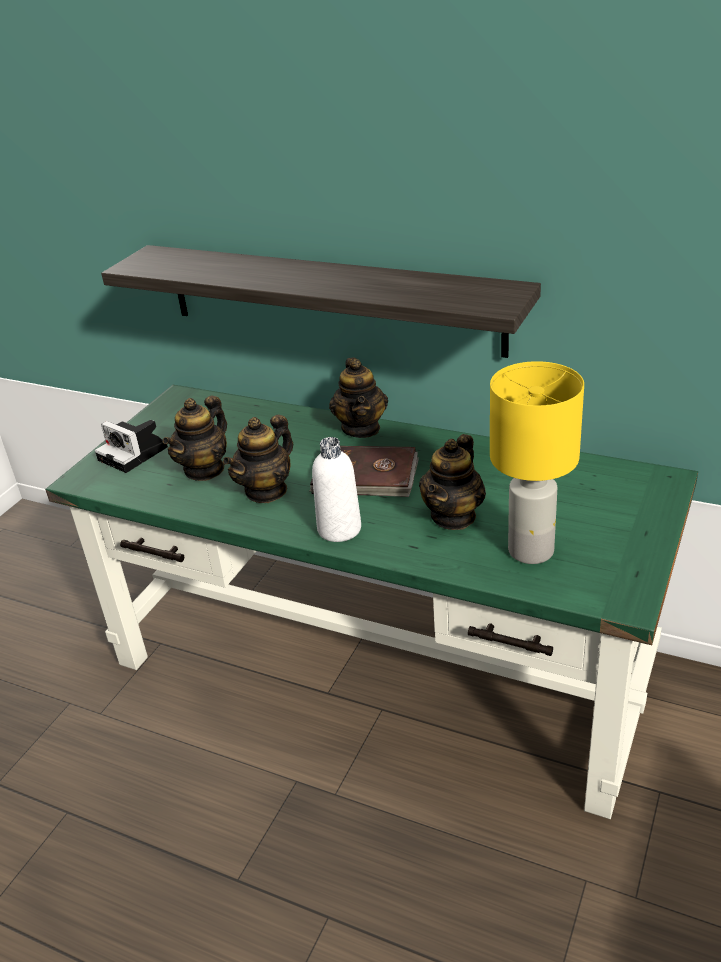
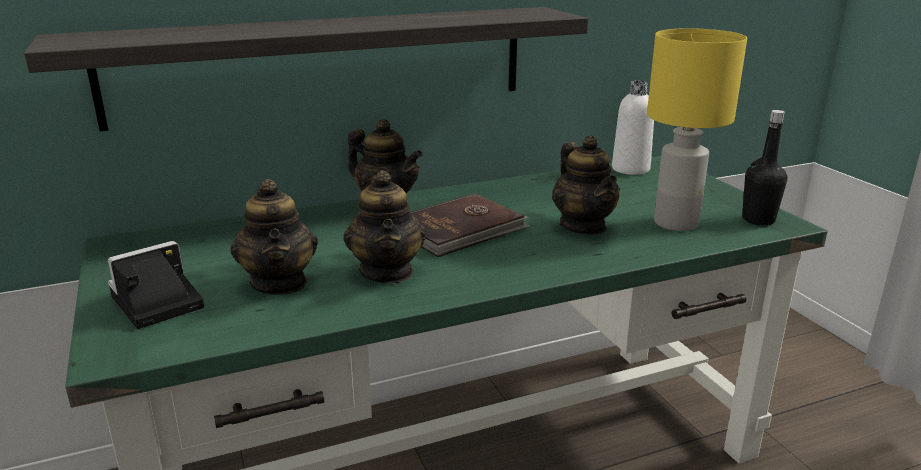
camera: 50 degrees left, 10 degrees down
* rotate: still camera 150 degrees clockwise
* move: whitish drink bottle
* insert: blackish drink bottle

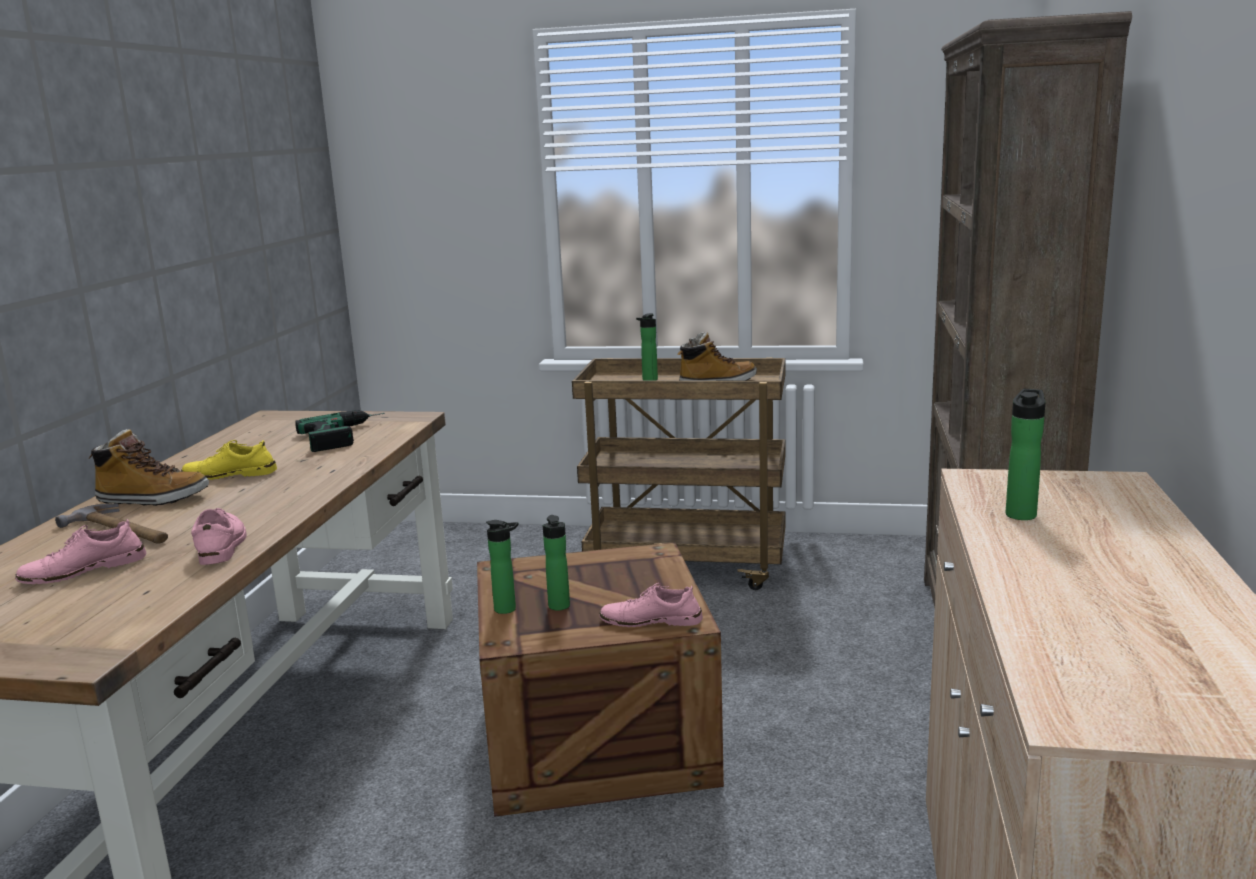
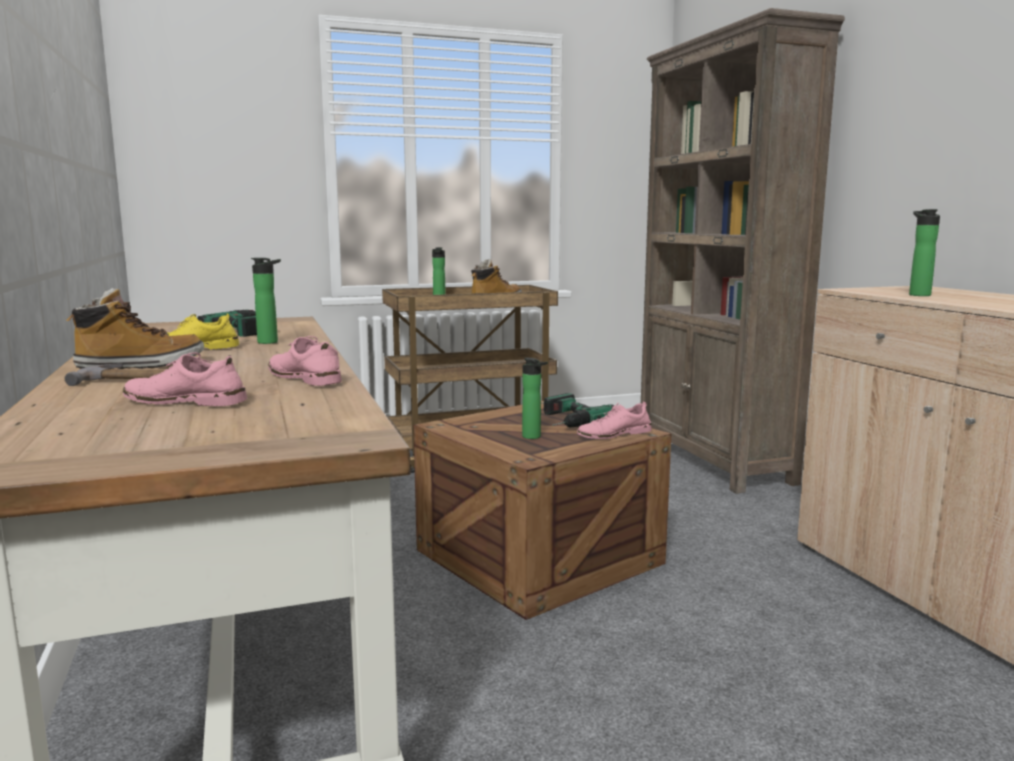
camera: 30 degrees left, 5 degrees down
* rotate: pinkish shoe (1st from left) 75 degrees clockwise
* move: drink bottle (1st from left)
* insert: electric drill (2nd from left)

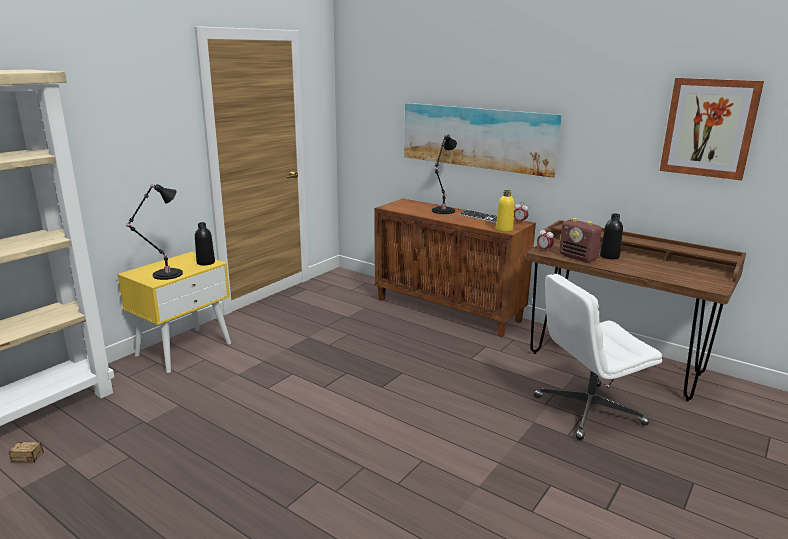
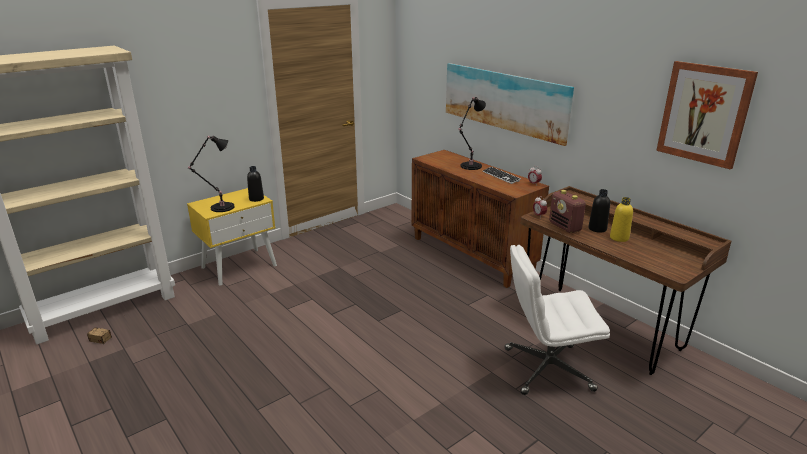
camera: 15 degrees right, 5 degrees up
* move: yellow drink bottle

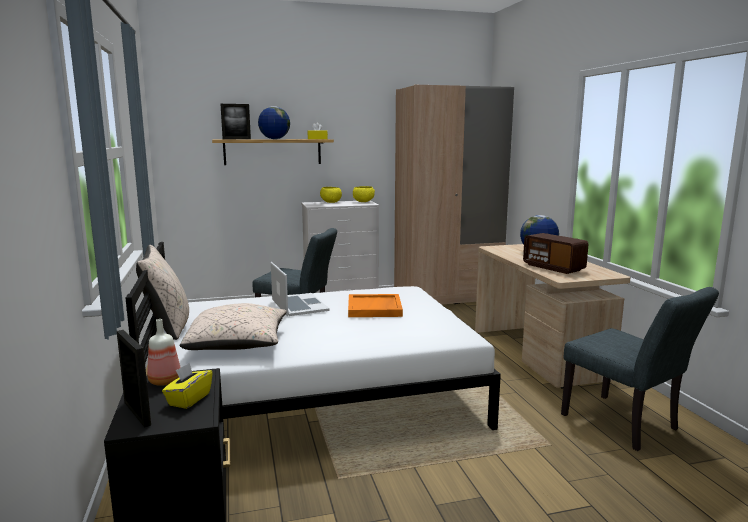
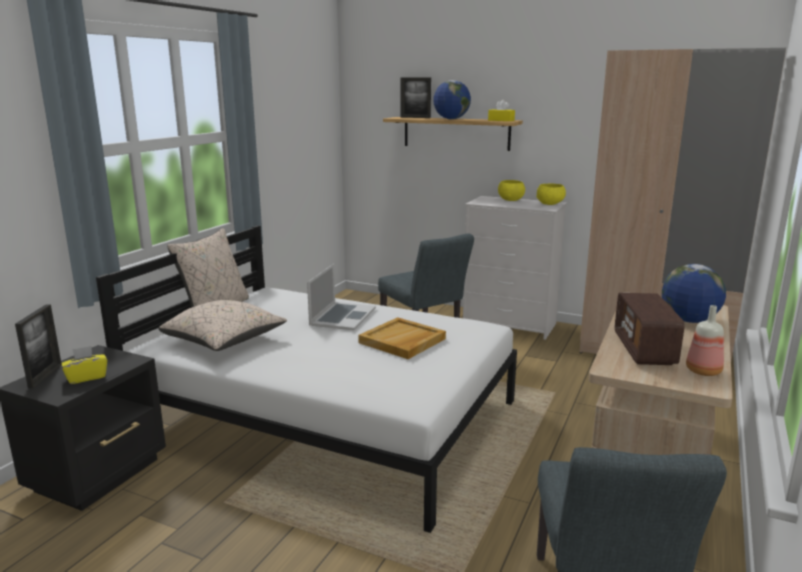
camera: 40 degrees right, 5 degrees up
* move: drink bottle
* recolor: orangey carrying tray to beige-coloured carrying tray

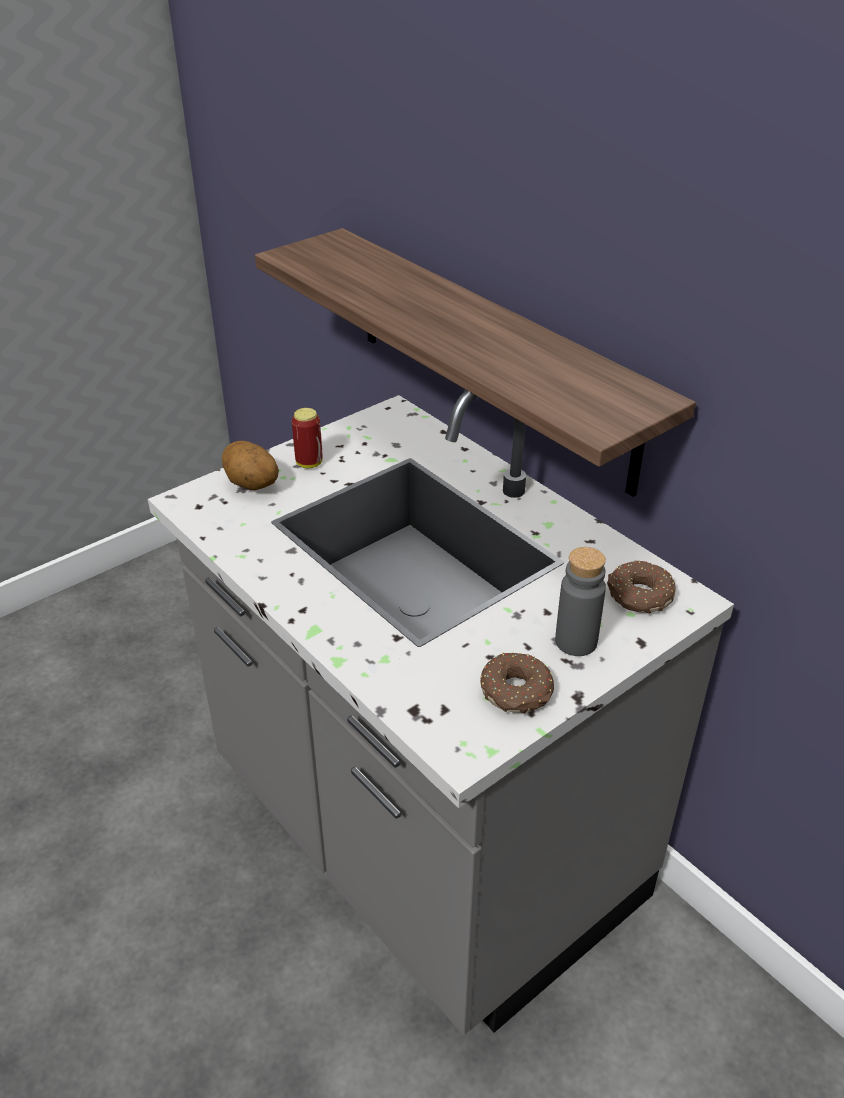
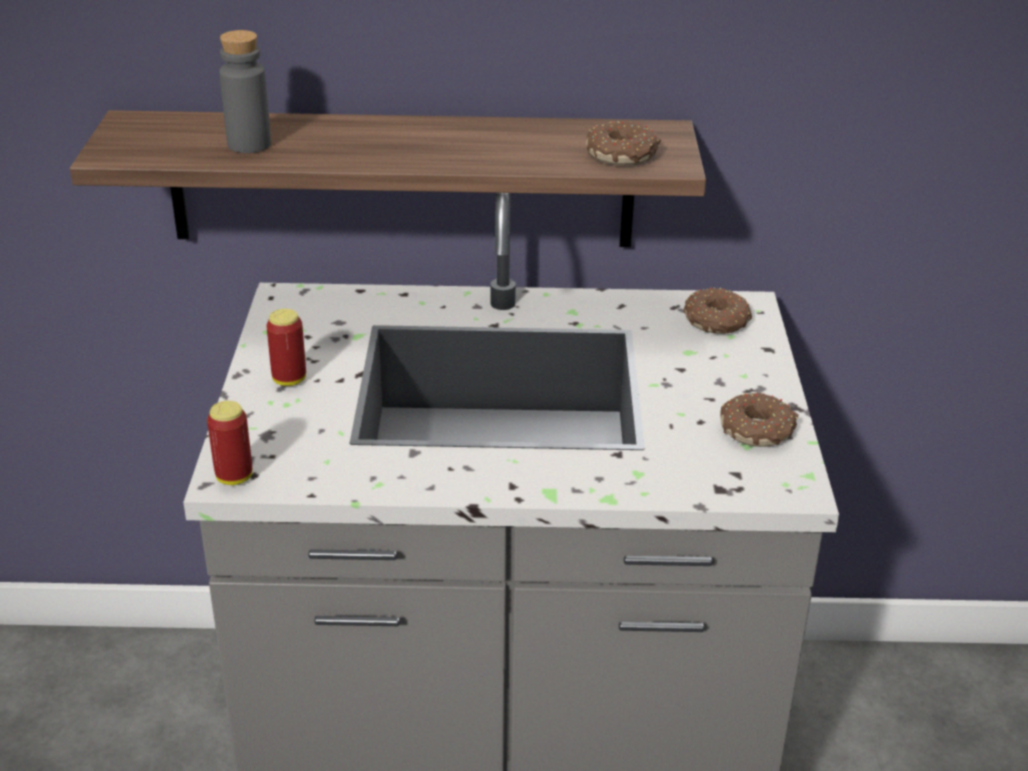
camera: 50 degrees left, 5 degrees down
* delete: whole potato
* move: gray drink bottle
* insert: metal can (1st from left)
* insert: ring doughnut (1st from left)

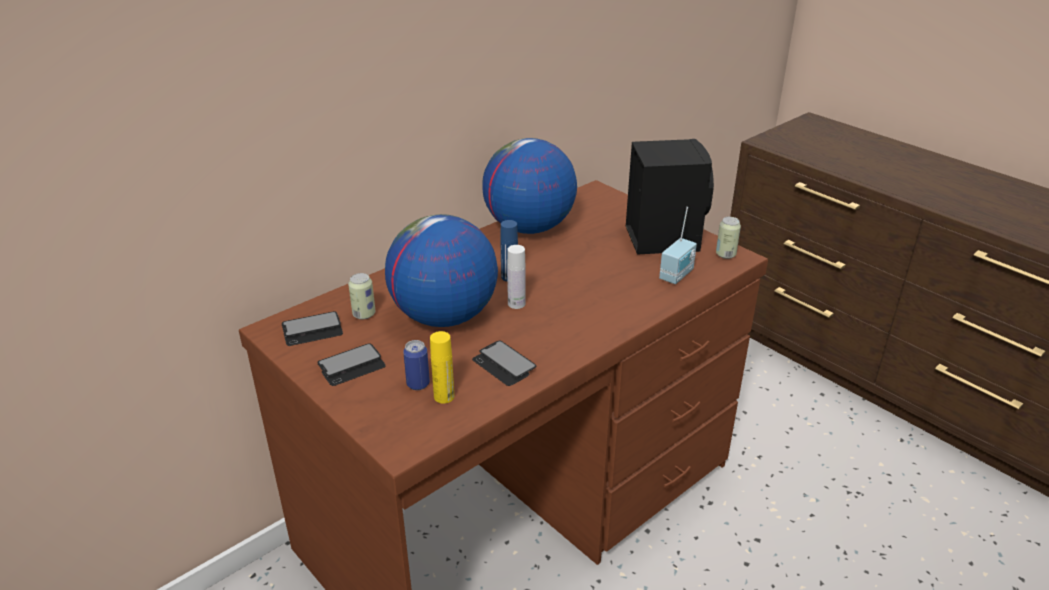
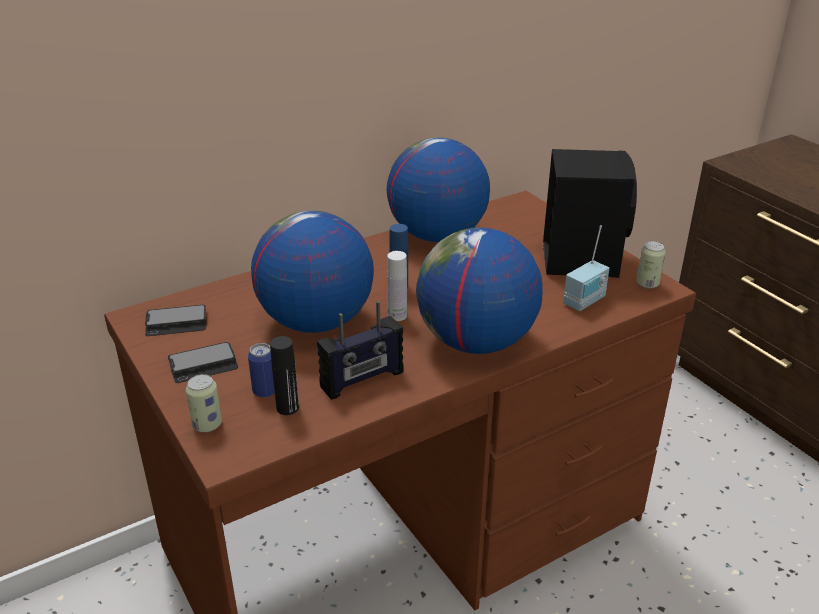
camera: 10 degrees right, 0 degrees up
* move: metal can (1st from left)
* recolor: yellow drink bottle to blackish drink bottle
* replace: phone (3rd from left) to radio set (1st from left)
* insert: globe (3rd from left)

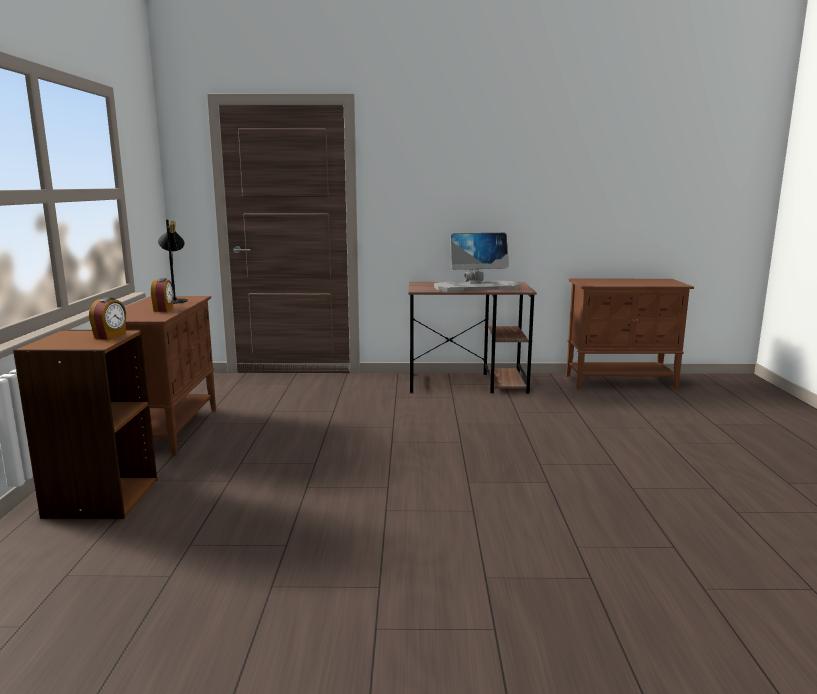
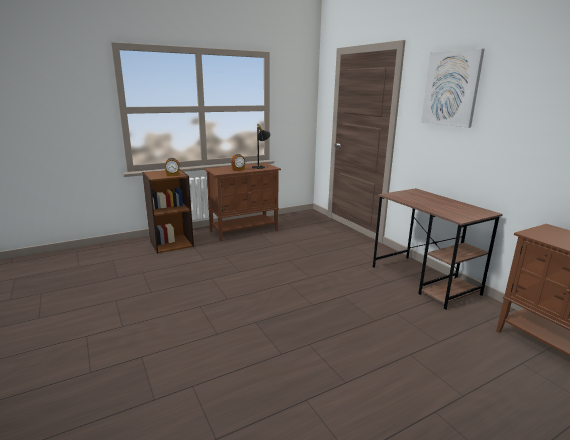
camera: 60 degrees right, 5 degrees up
* delete: computer display
* insert: wall picture

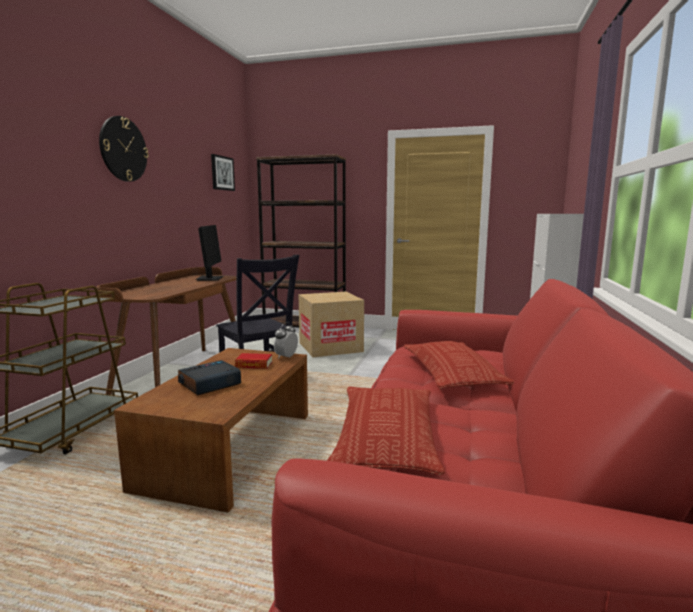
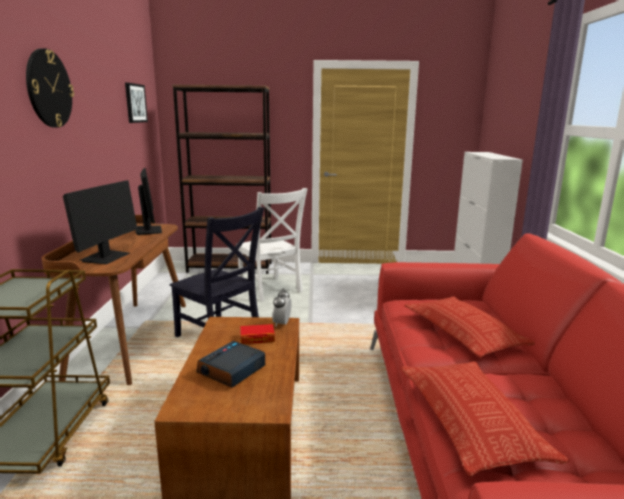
camera: 15 degrees left, 5 degrees up
* replace: cardboard box to whitish upright chair
* insert: computer display (1st from left)

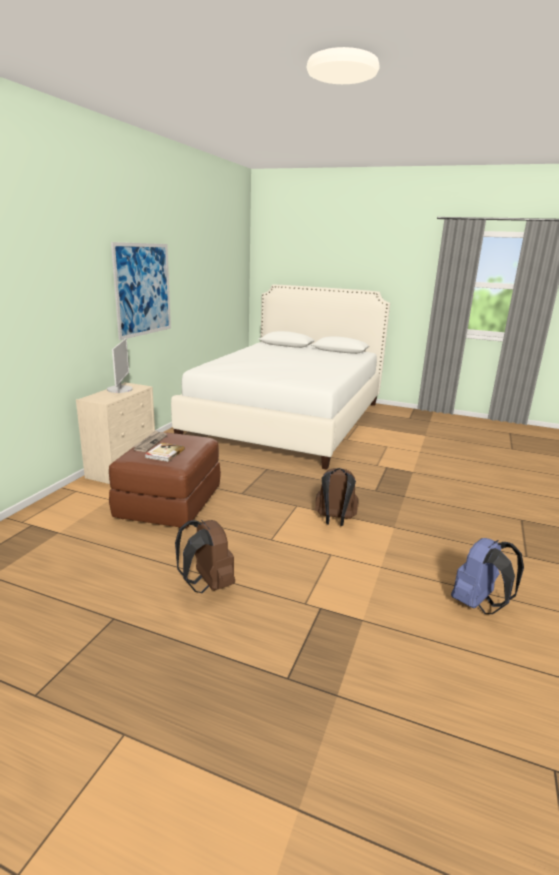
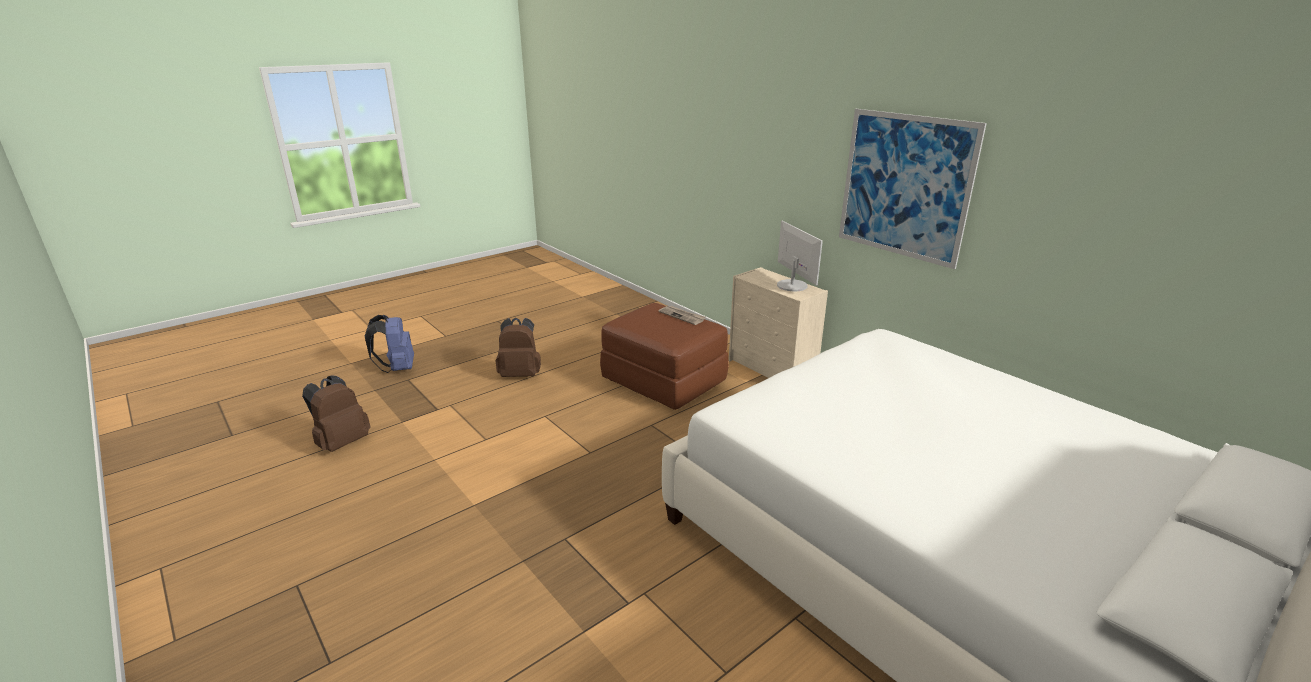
camera: 120 degrees right, 5 degrees up
* rotate: computer display 135 degrees counterclockwise
* delete: book
* move: brown-coloured knapsack (2nd from left in the first image) to brown-coloured knapsack (1st from left)
* move: blue knapsack

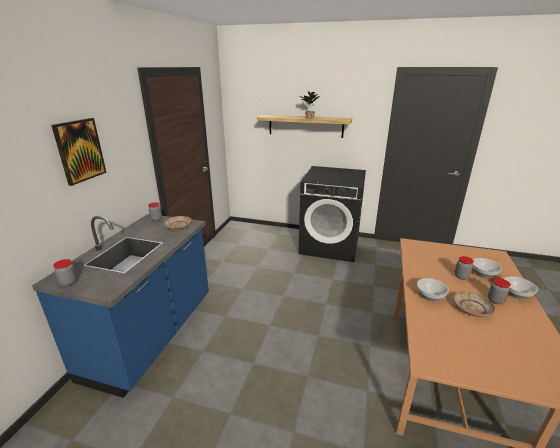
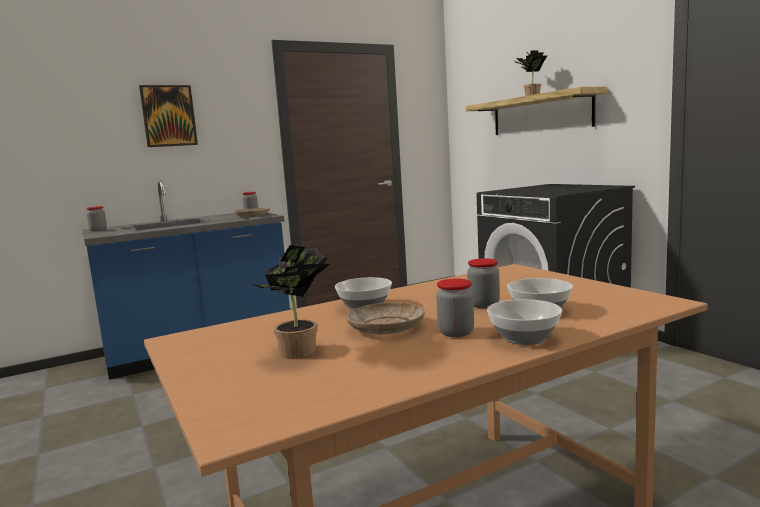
camera: 45 degrees right, 15 degrees down
* insert: houseplant (1st from left)

